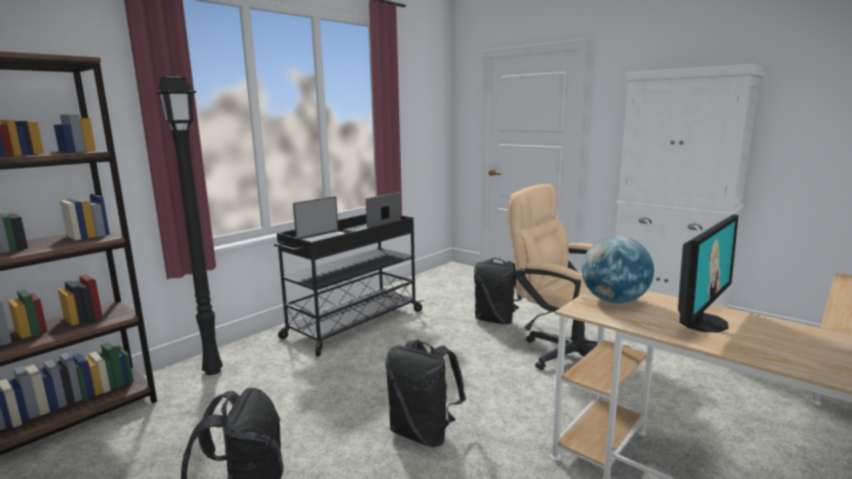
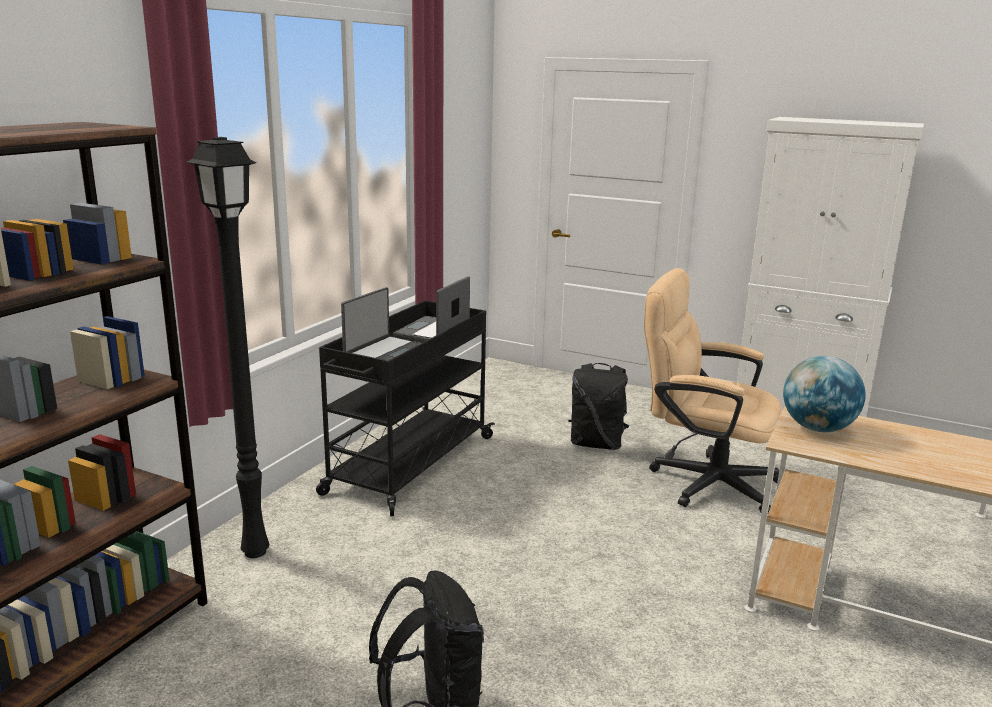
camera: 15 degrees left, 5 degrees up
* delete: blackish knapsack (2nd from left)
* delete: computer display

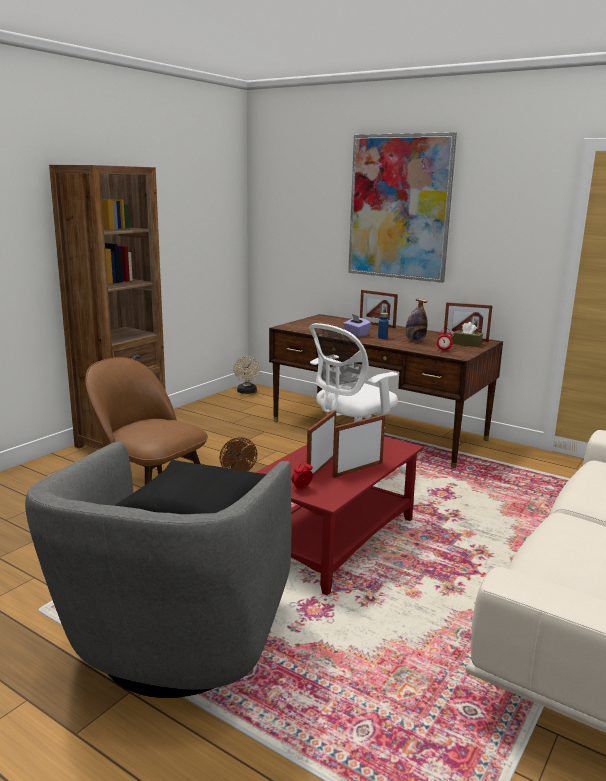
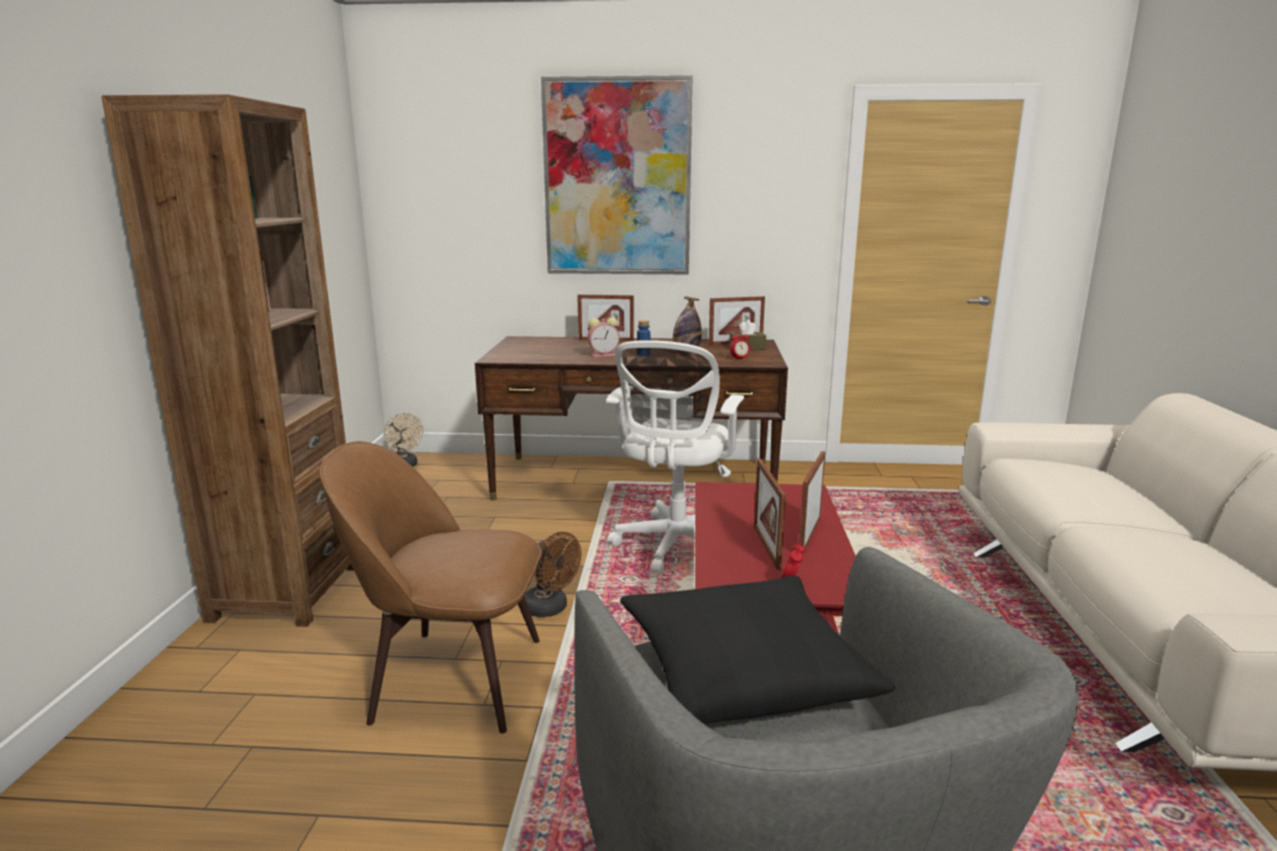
camera: 30 degrees left, 0 degrees up
* replace: purple tissue holder to bedside clock (1st from left)

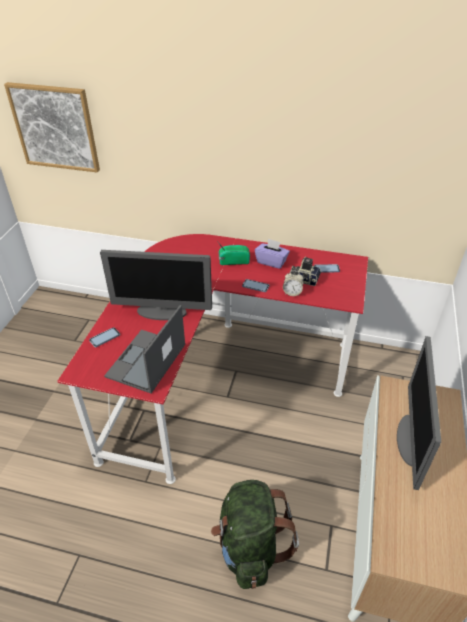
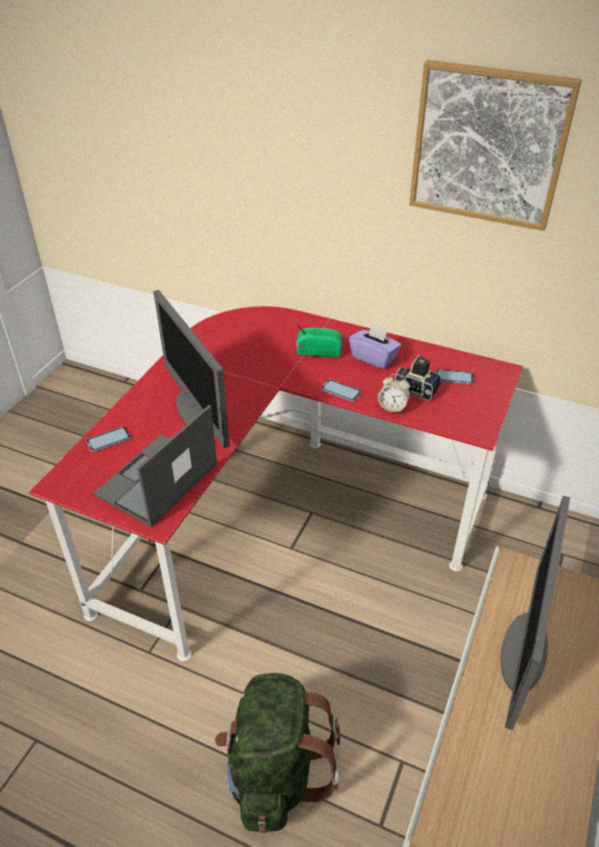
camera: 10 degrees right, 0 degrees up
* move: wall picture
* rotate: computer display (1st from left) 45 degrees clockwise

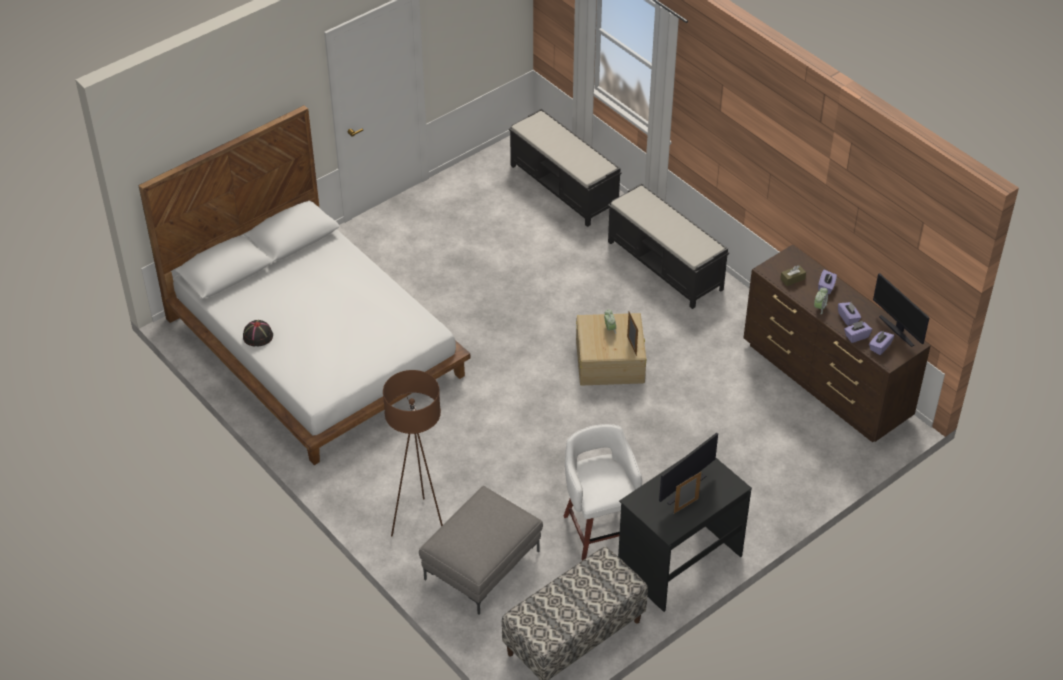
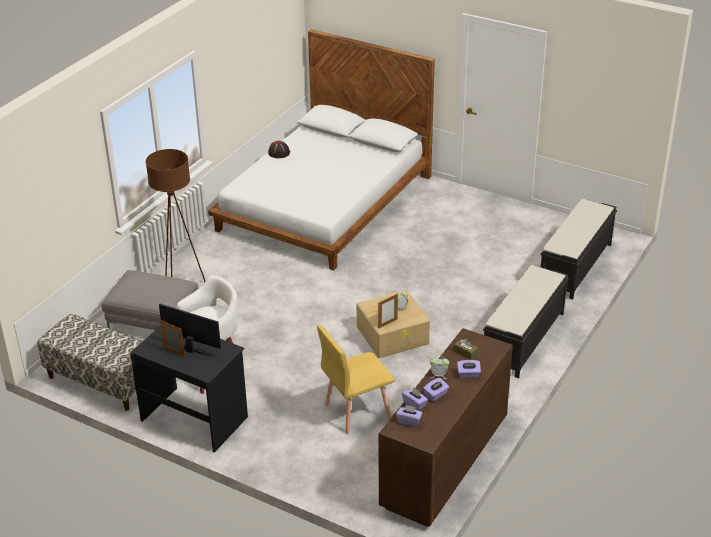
camera: 70 degrees right, 10 degrees down
* delete: computer display (2nd from left)
* insert: yellow upright chair

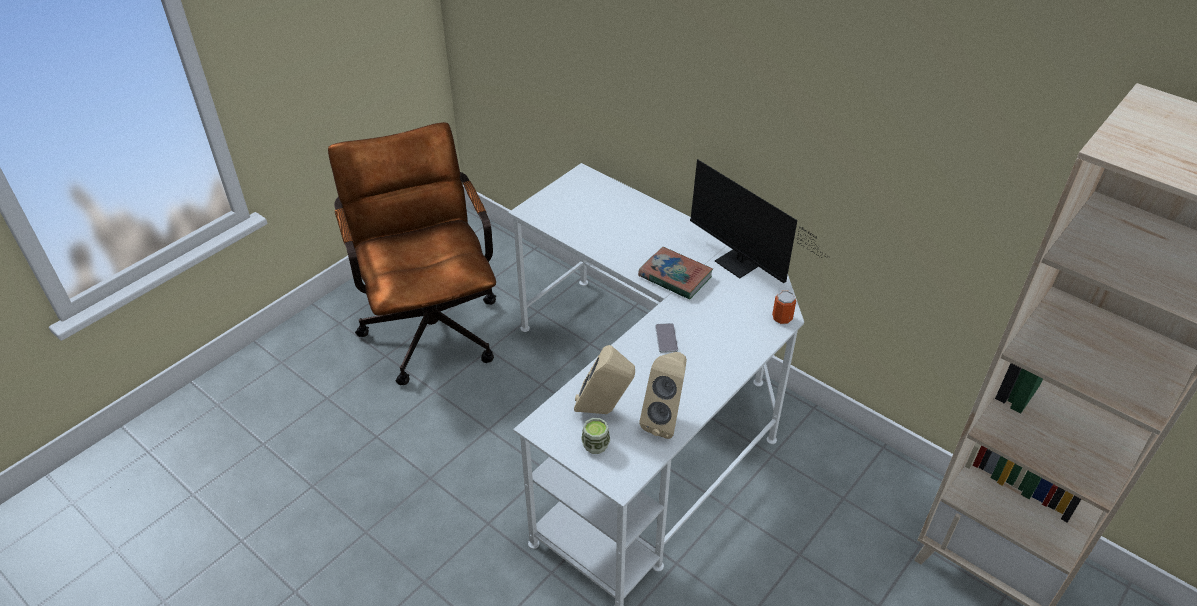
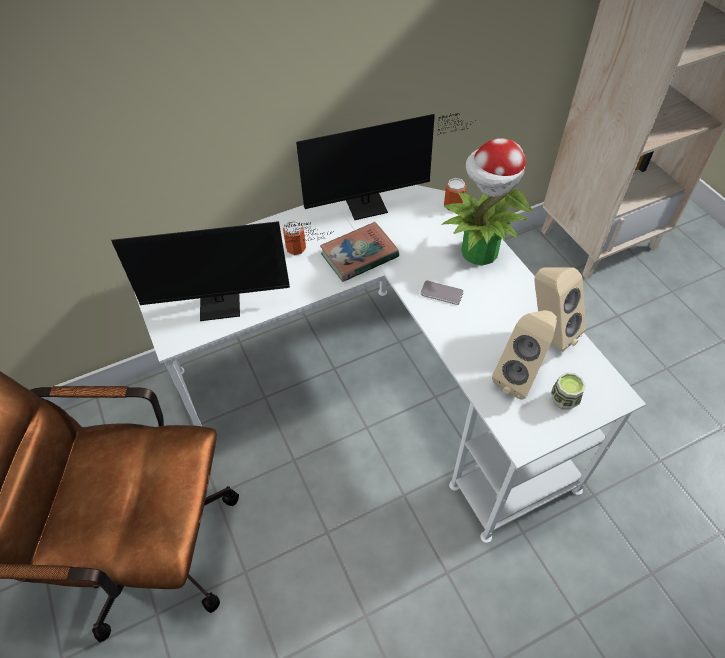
camera: 65 degrees left, 10 degrees up
* insert: computer display (1st from left)
* insert: metal can (1st from left)
* insert: houseplant

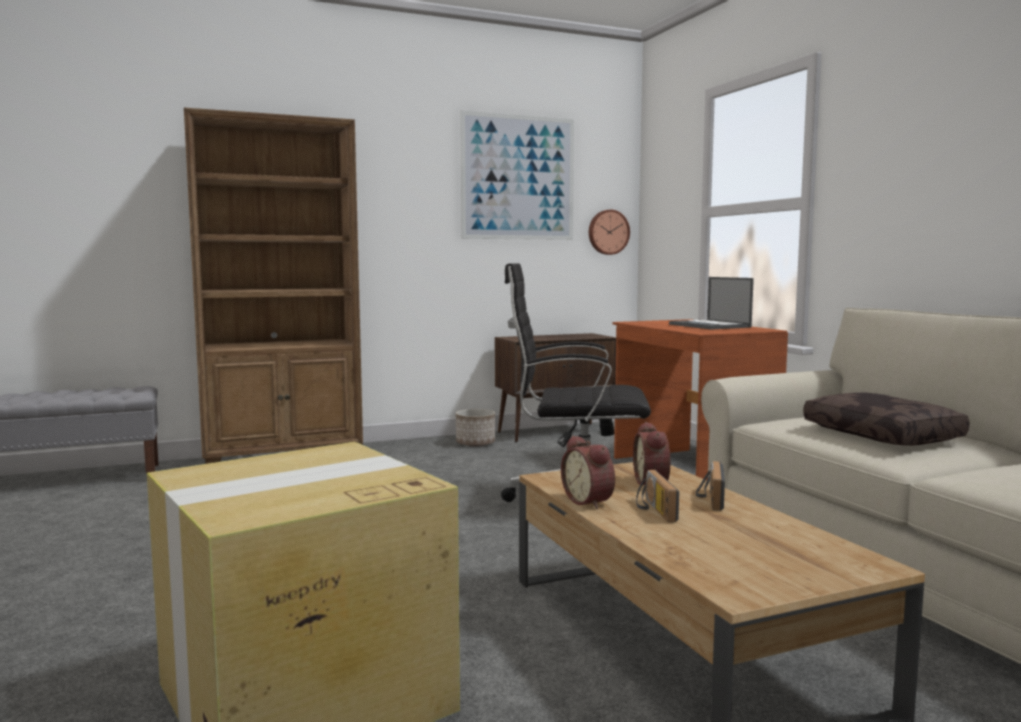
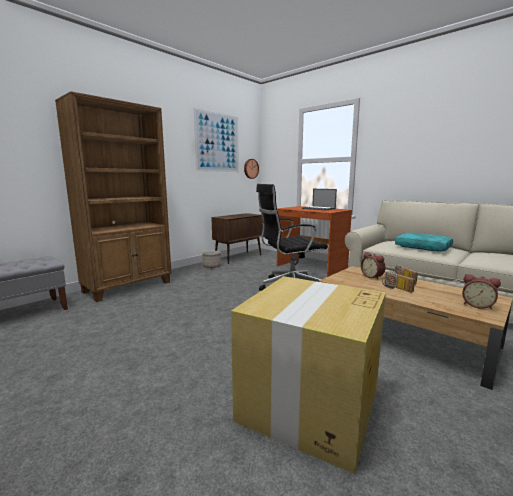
camera: 25 degrees left, 5 degrees up
* move: bedside clock (1st from left in the first image) to bedside clock (2nd from left)
* recolor: brown-coloured cushion to blue-green cushion

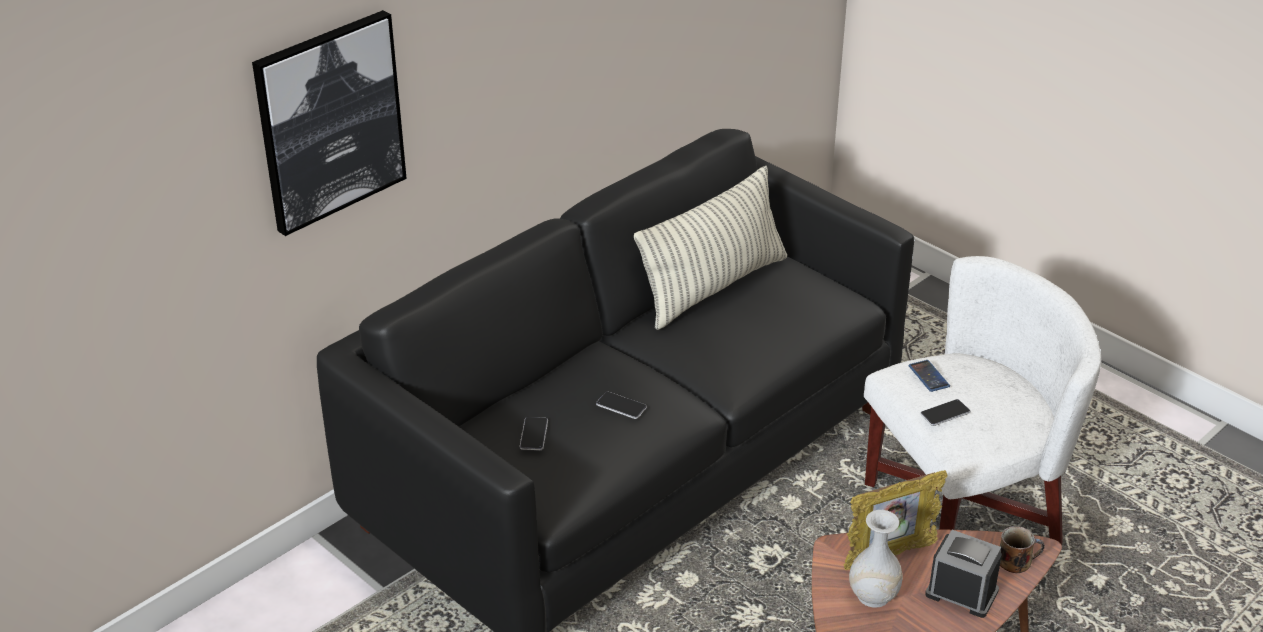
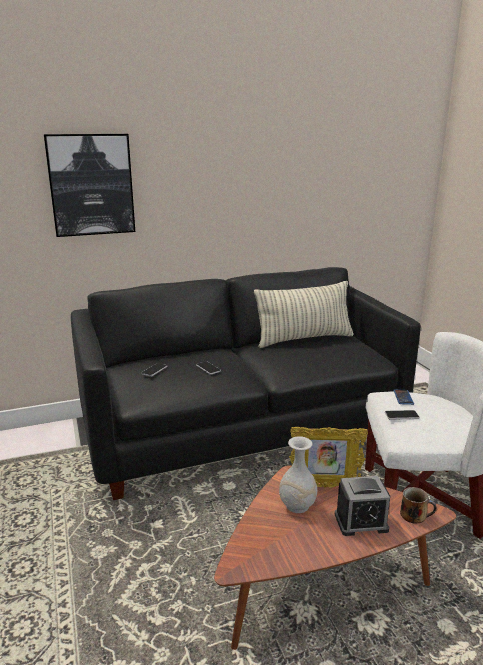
camera: 25 degrees right, 15 degrees down
* rotate: bedside clock 120 degrees clockwise

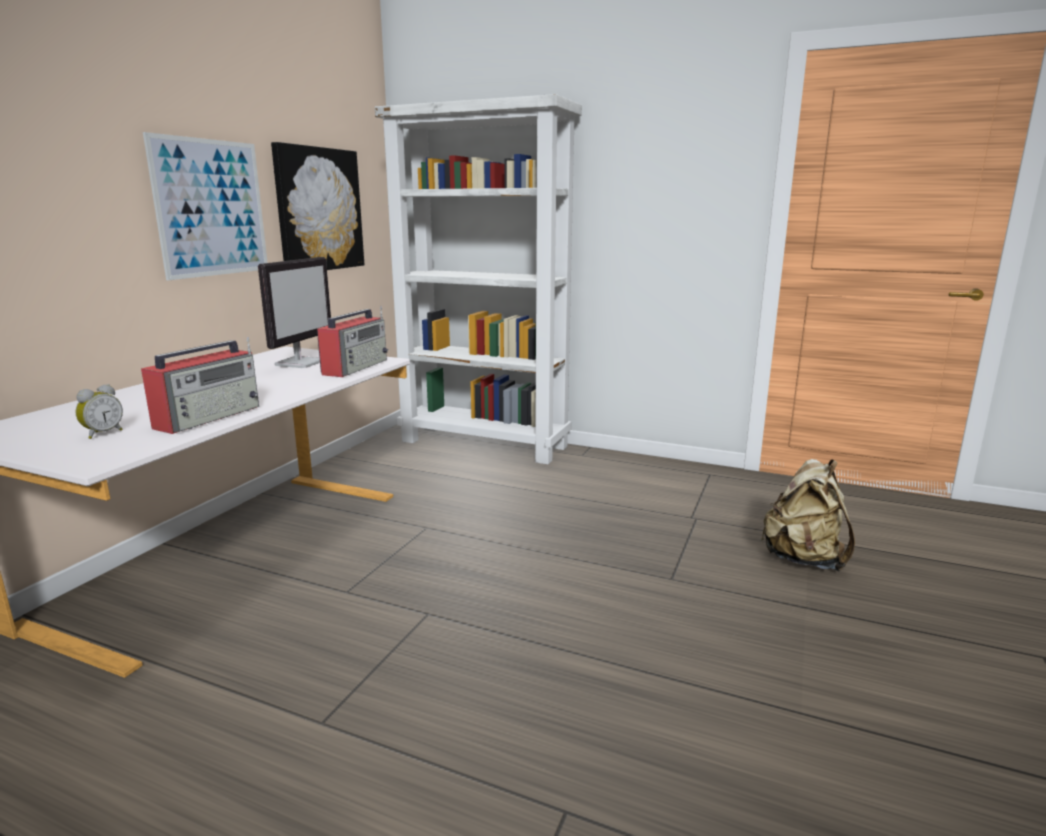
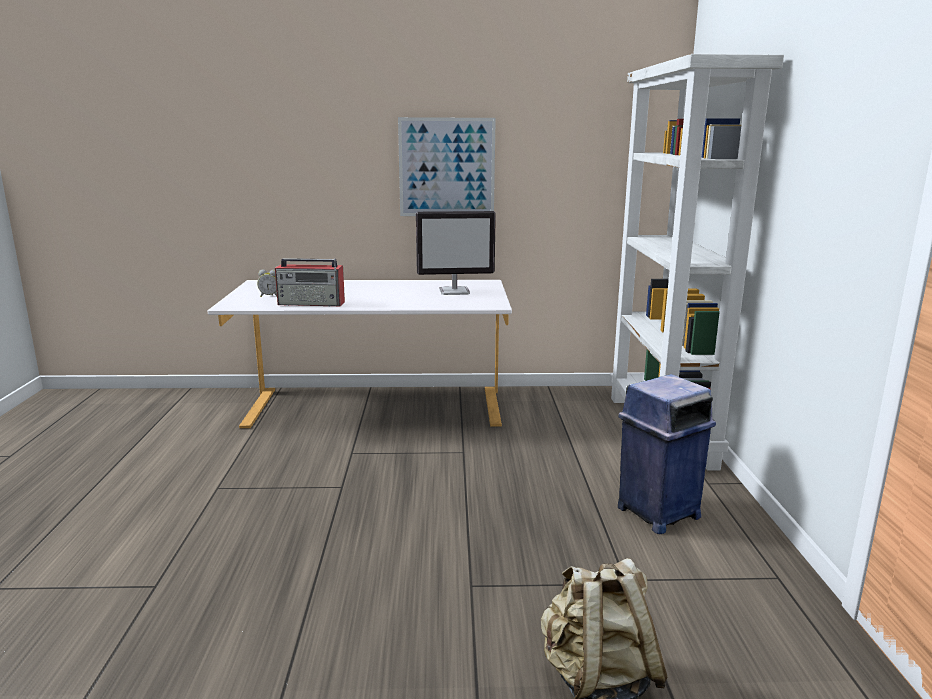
camera: 65 degrees right, 0 degrees up
* delete: wall picture (2nd from left)
* delete: radio set (2nd from left)
* insert: blue waste bin

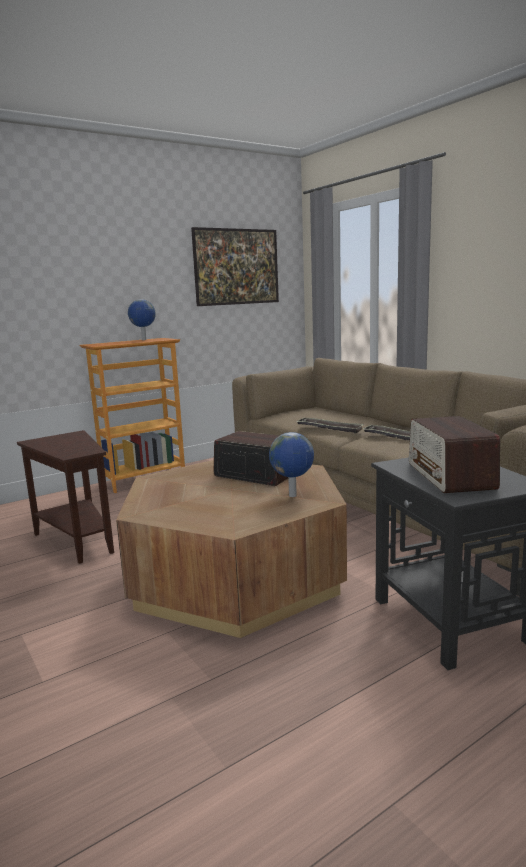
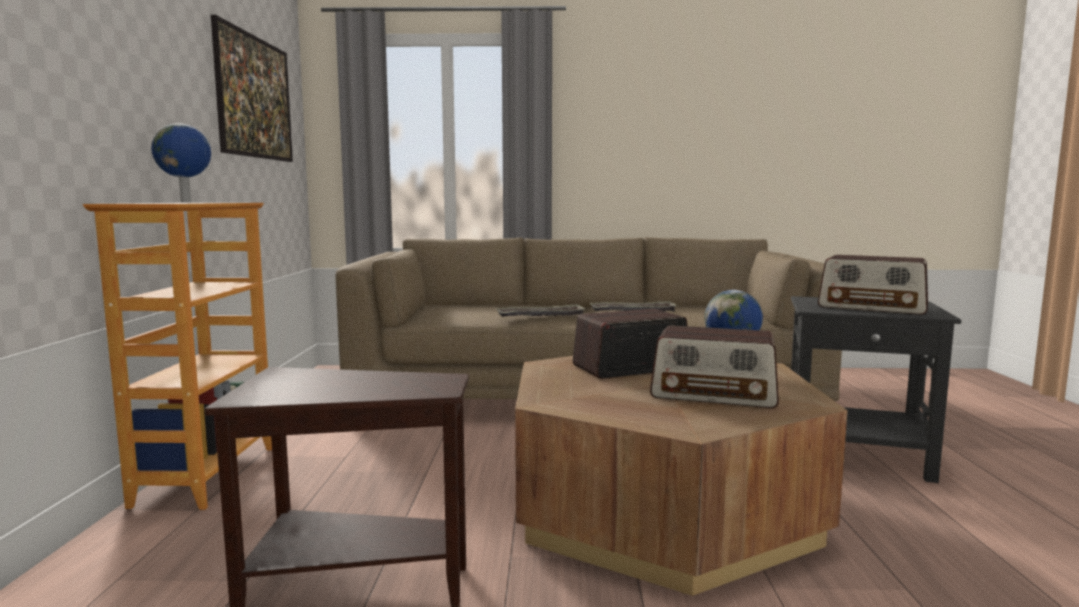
camera: 55 degrees left, 5 degrees down
* insert: radio set (2nd from left)

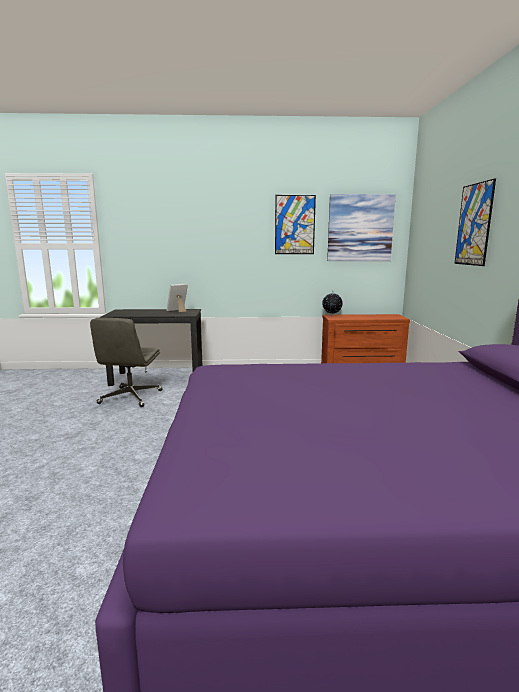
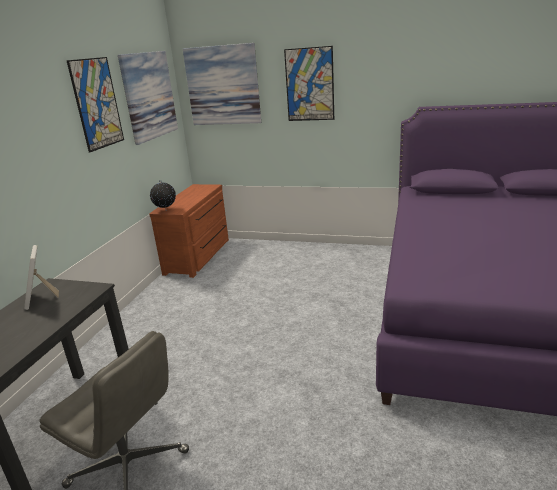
camera: 70 degrees left, 10 degrees up
* insert: wall picture (3rd from left)

